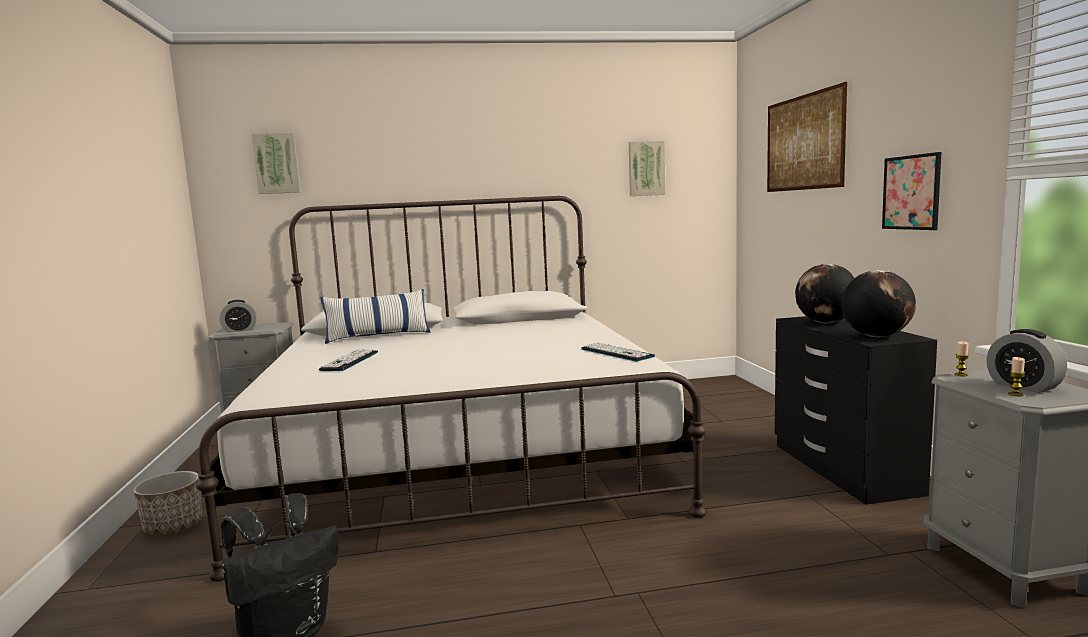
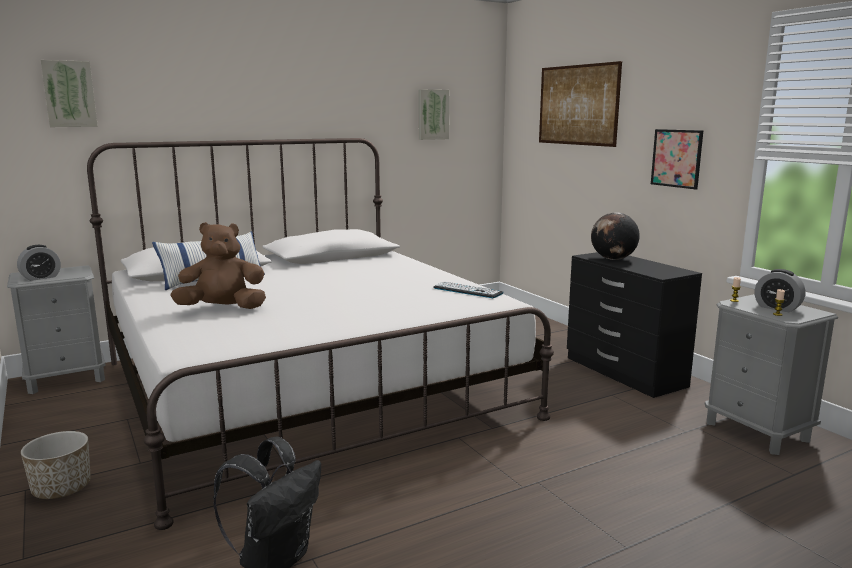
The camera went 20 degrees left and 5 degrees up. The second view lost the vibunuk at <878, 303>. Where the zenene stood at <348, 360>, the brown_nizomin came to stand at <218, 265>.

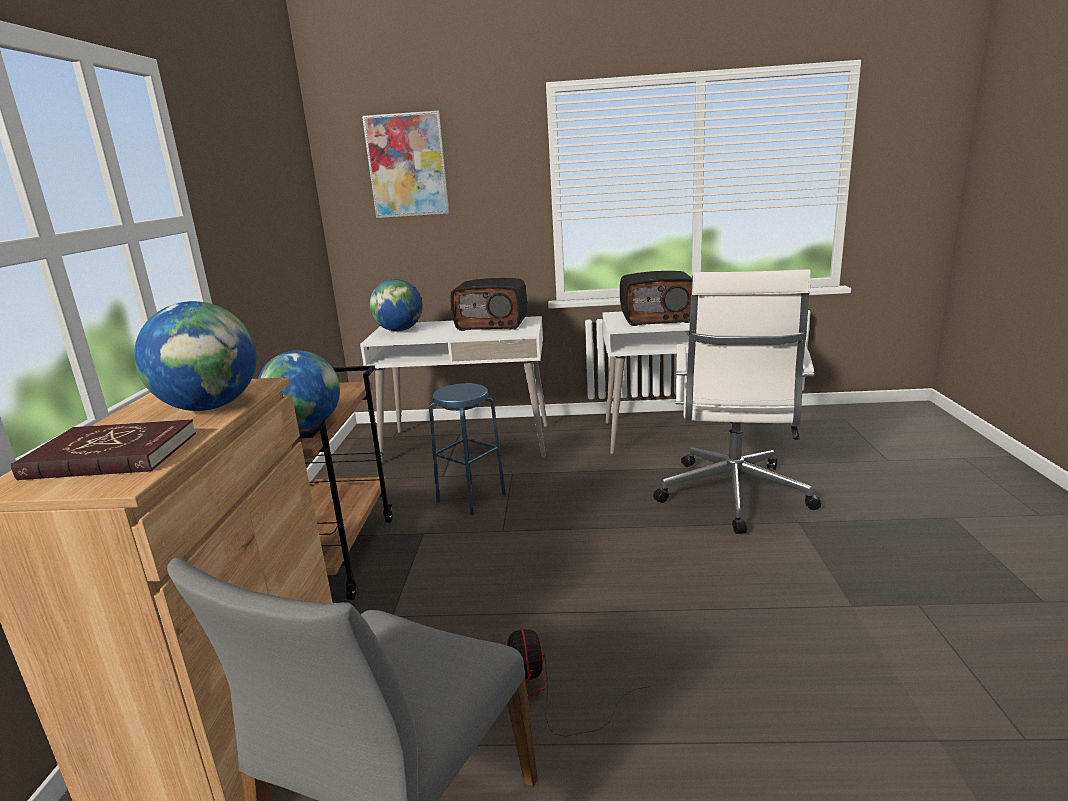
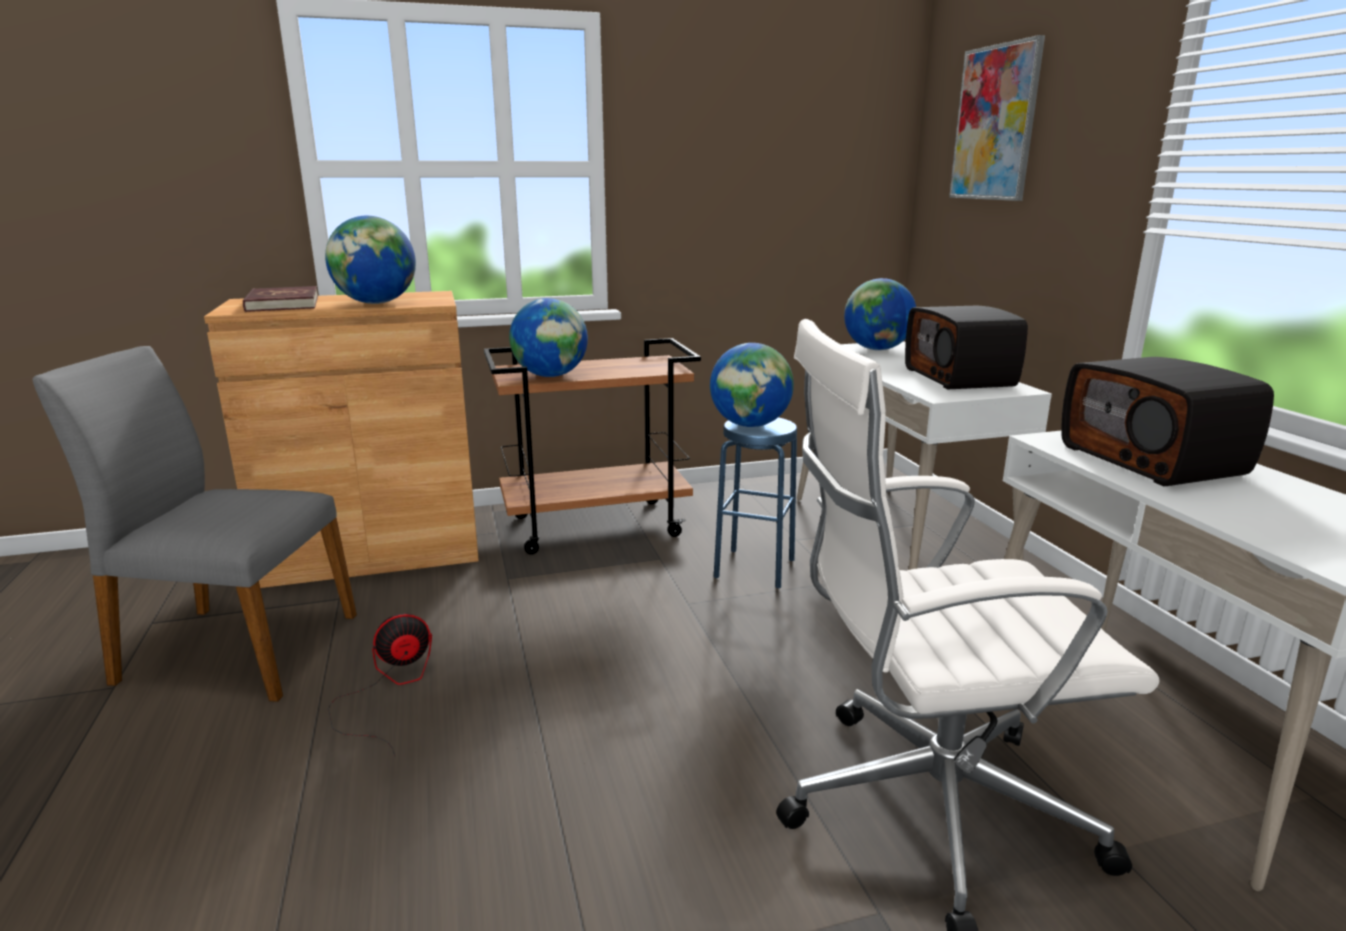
The camera went 70 degrees right and 0 degrees up. The second view gained the vibunuk at <752, 385>.

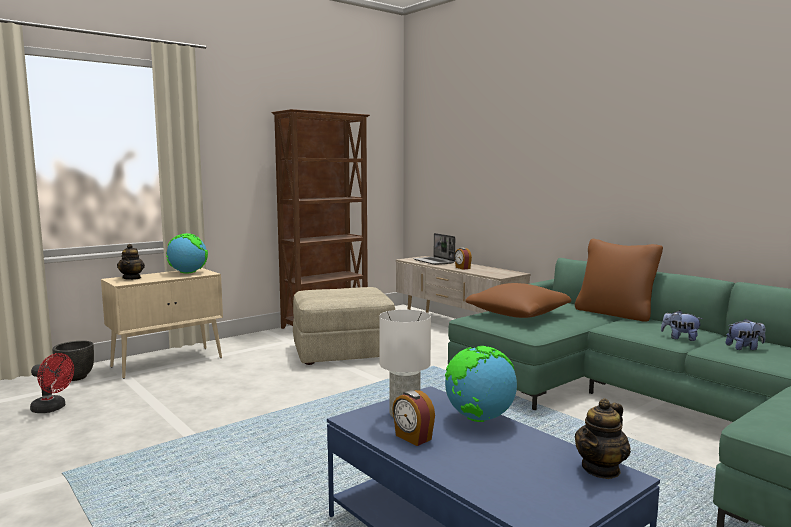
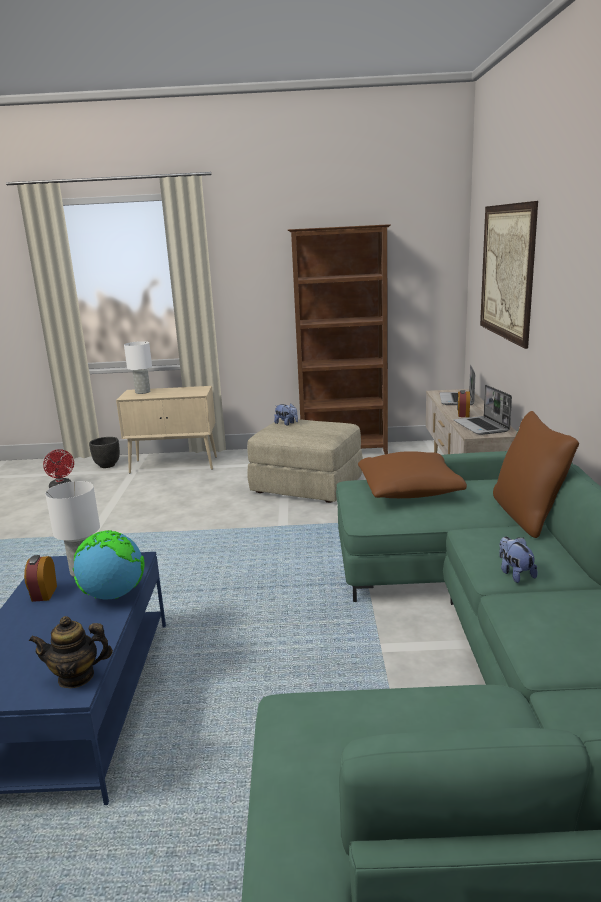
The camera went 40 degrees right and 10 degrees up. The second view lost the vibunuk at <187, 253>. Where the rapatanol stood at <131, 262>, the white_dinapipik came to stand at <138, 367>. The nizomin ended up elsewhere, having gone from <746, 334> to <286, 414>. The second view gained the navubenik at <509, 275>. The second view gained the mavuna at <482, 410>.

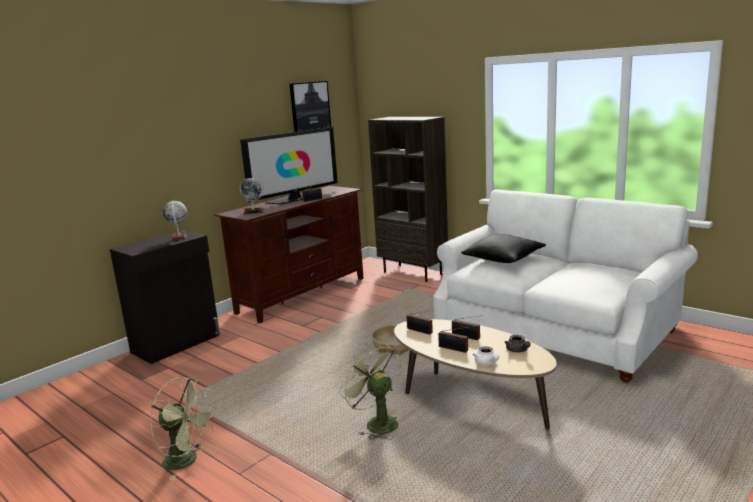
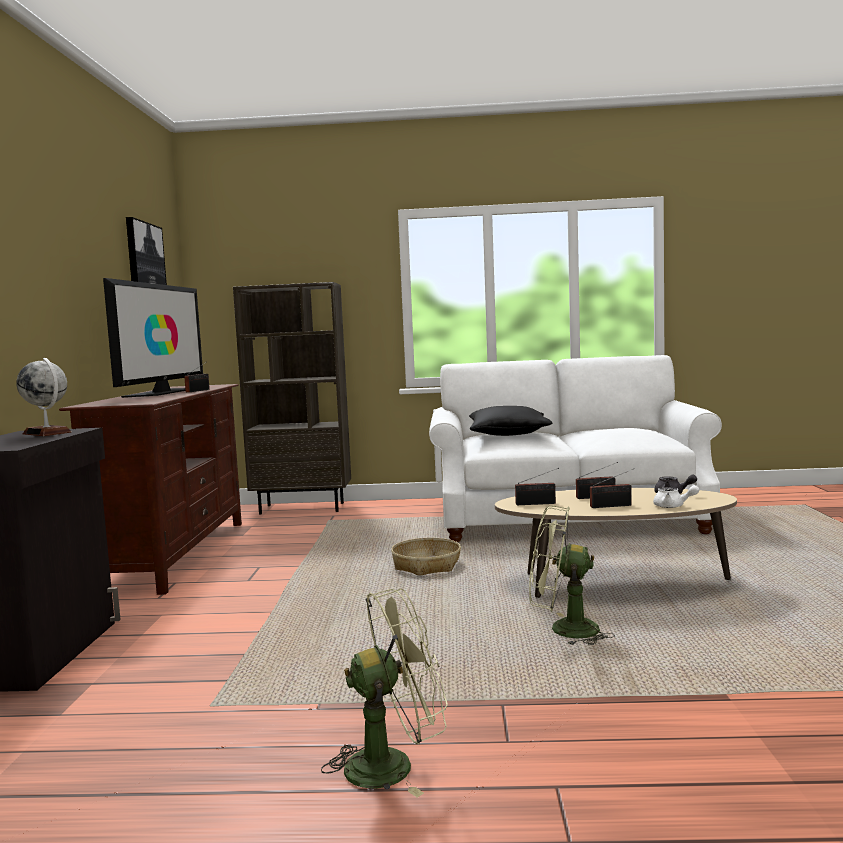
The camera went 40 degrees left and 10 degrees down. The second view lost the vibunuk at <252, 196>.

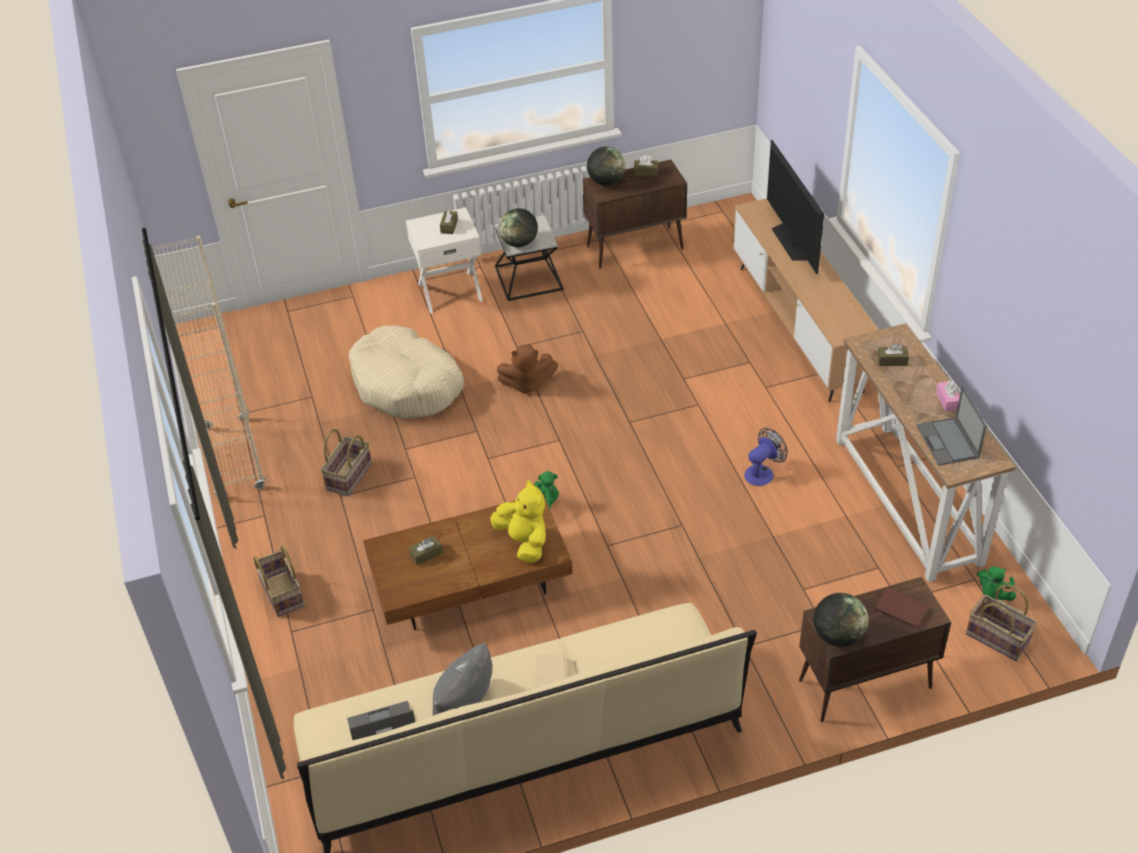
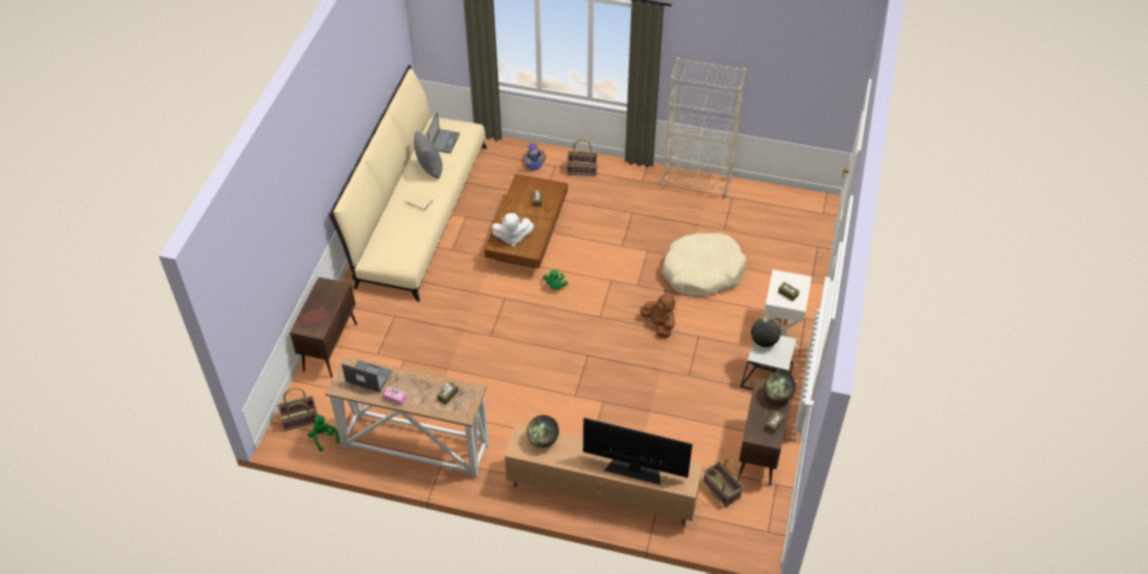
The camera went 120 degrees right and 5 degrees up. The brown_nizomin at <527, 370> ended up facing another way, 120 degrees clockwise from before. The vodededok ended up elsewhere, having gone from <766, 457> to <534, 157>. The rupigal ended up elsewhere, having gone from <346, 462> to <723, 483>. What was the yellow_nizomin at <518, 521> turned into the white_nizomin at <513, 230>. The vibunuk ended up elsewhere, having gone from <841, 620> to <543, 431>.

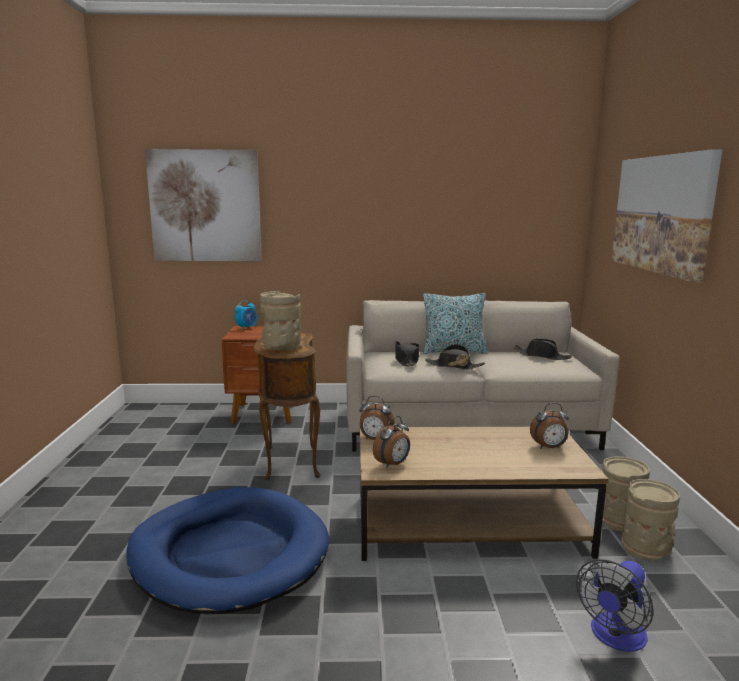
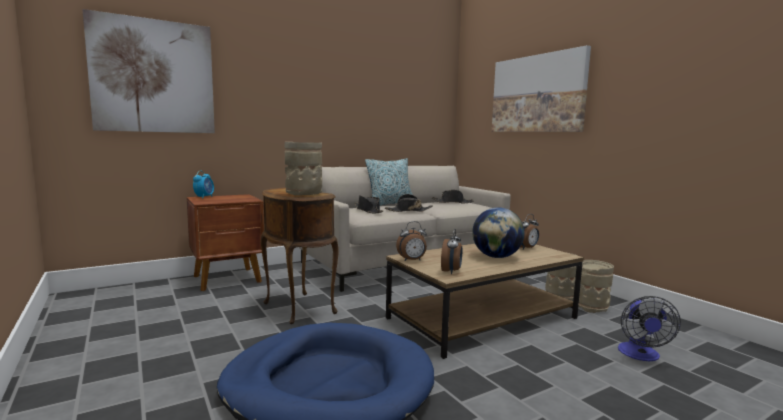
The camera went 30 degrees left and 5 degrees down. The second view gained the vibunuk at <498, 232>.

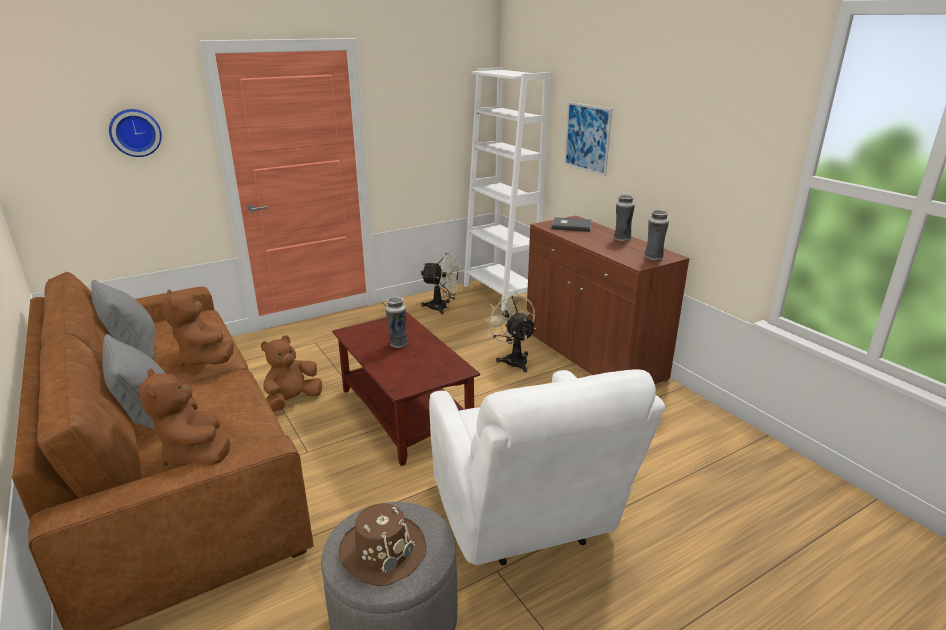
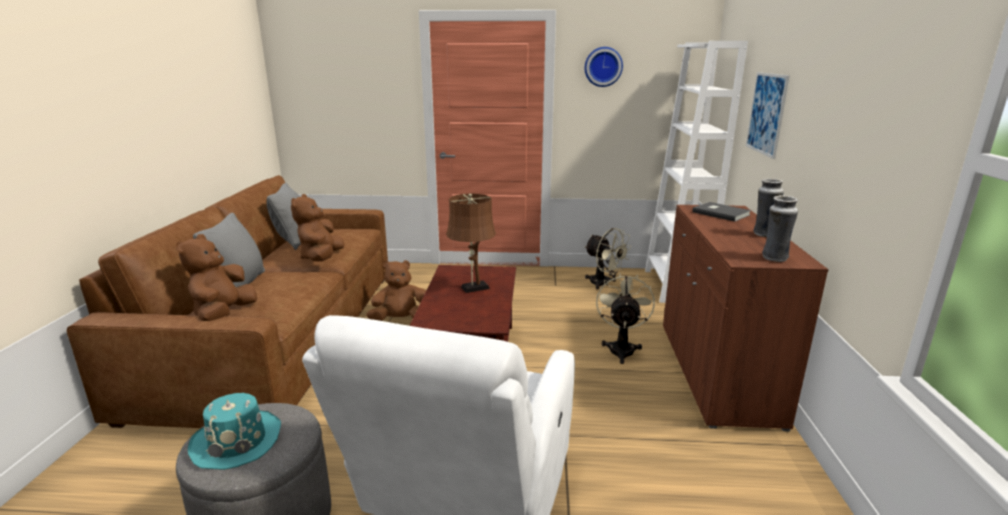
The camera went 35 degrees right and 5 degrees down. The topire ended up elsewhere, having gone from <135, 133> to <604, 67>. Where the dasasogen stood at <397, 322>, the brown_dinapipik came to stand at <471, 243>. What was the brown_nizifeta at <383, 544> turned into the turquoise_nizifeta at <234, 431>.

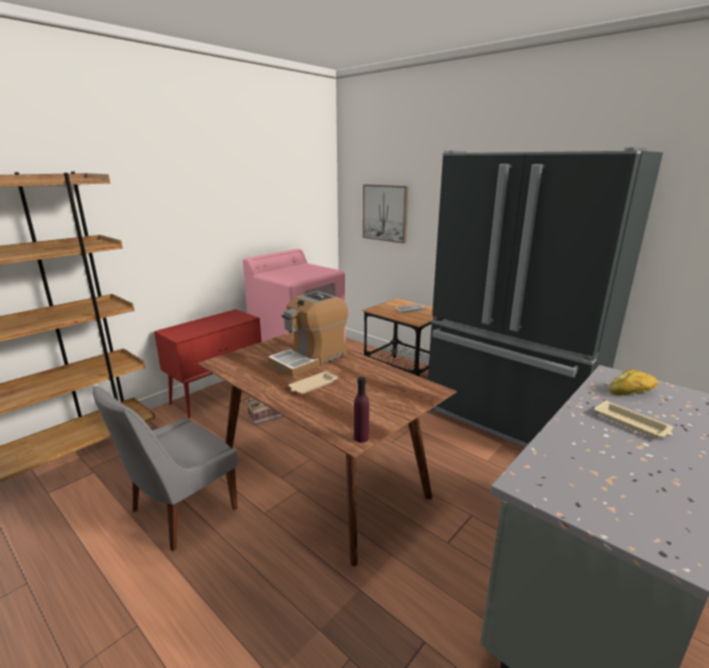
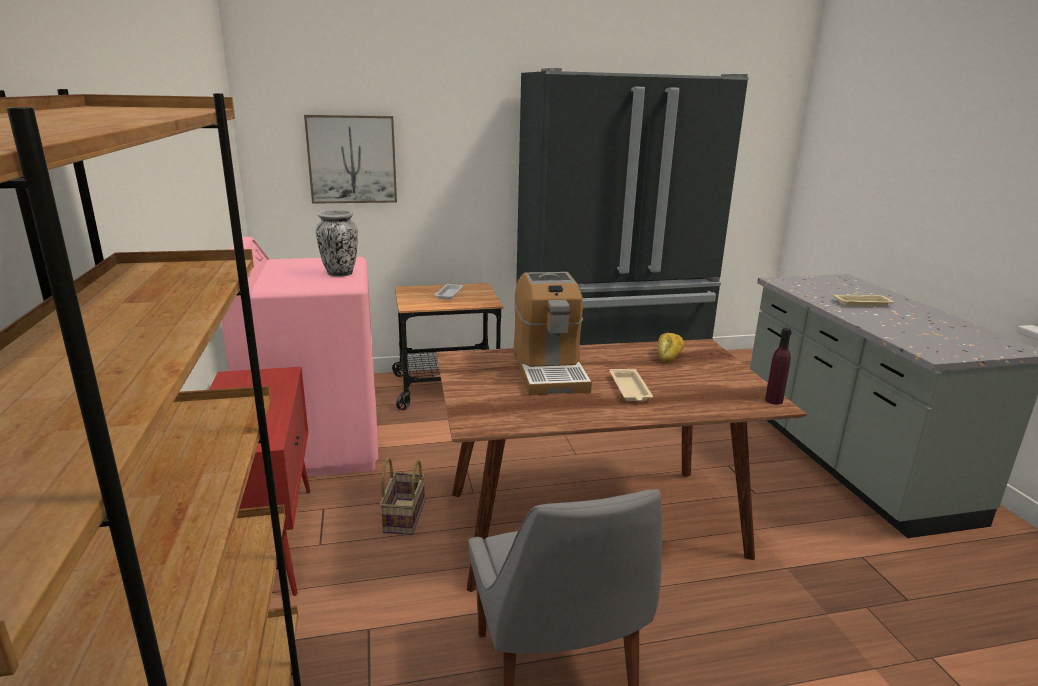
The camera went 55 degrees left and 0 degrees up. The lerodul ended up elsewhere, having gone from <634, 382> to <671, 347>. The second view gained the dasasogen at <337, 243>.

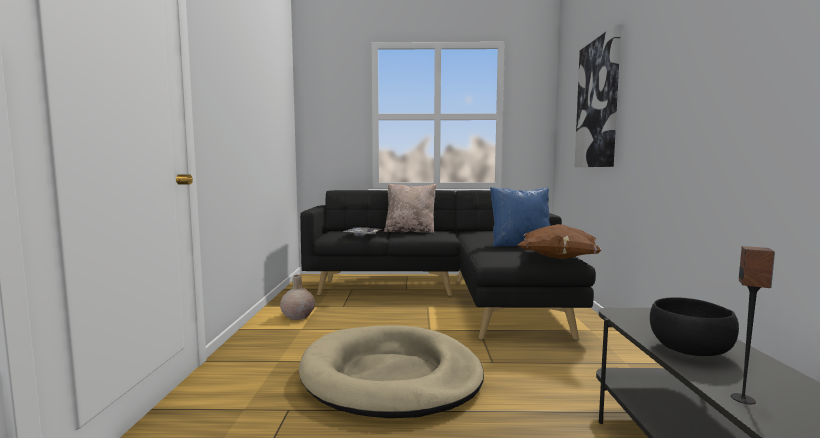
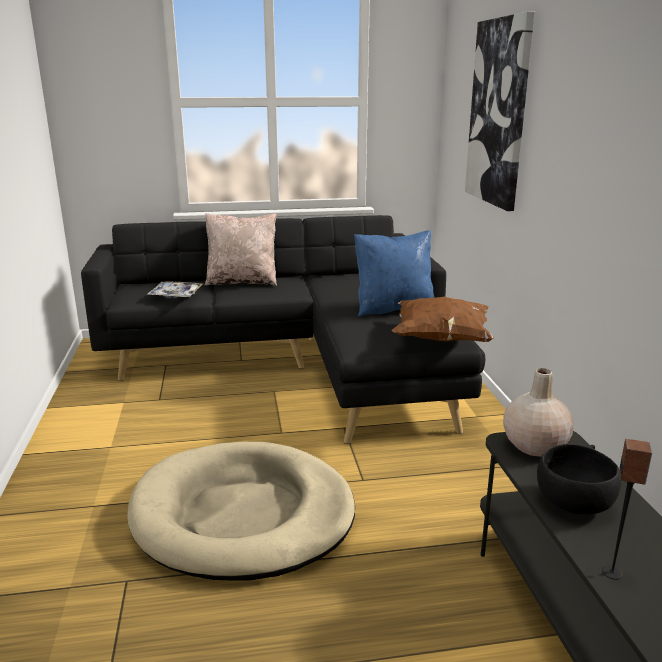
The camera went 10 degrees left and 15 degrees up. The beige_dasasogen ended up elsewhere, having gone from <297, 297> to <538, 412>.

